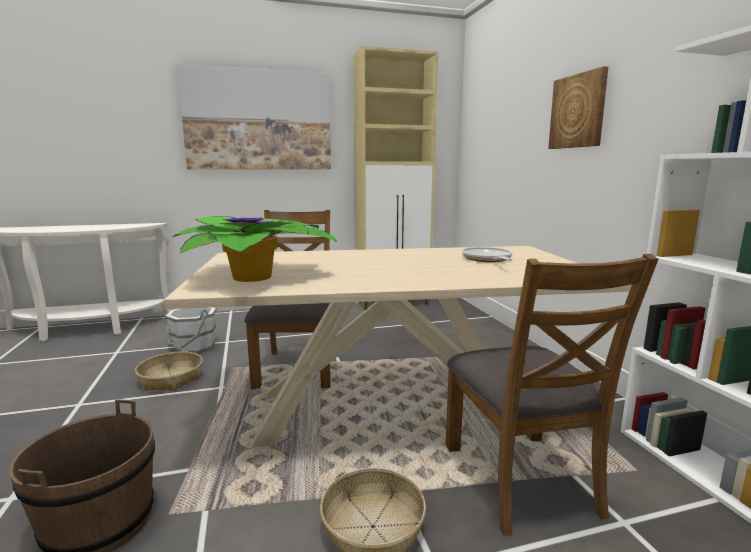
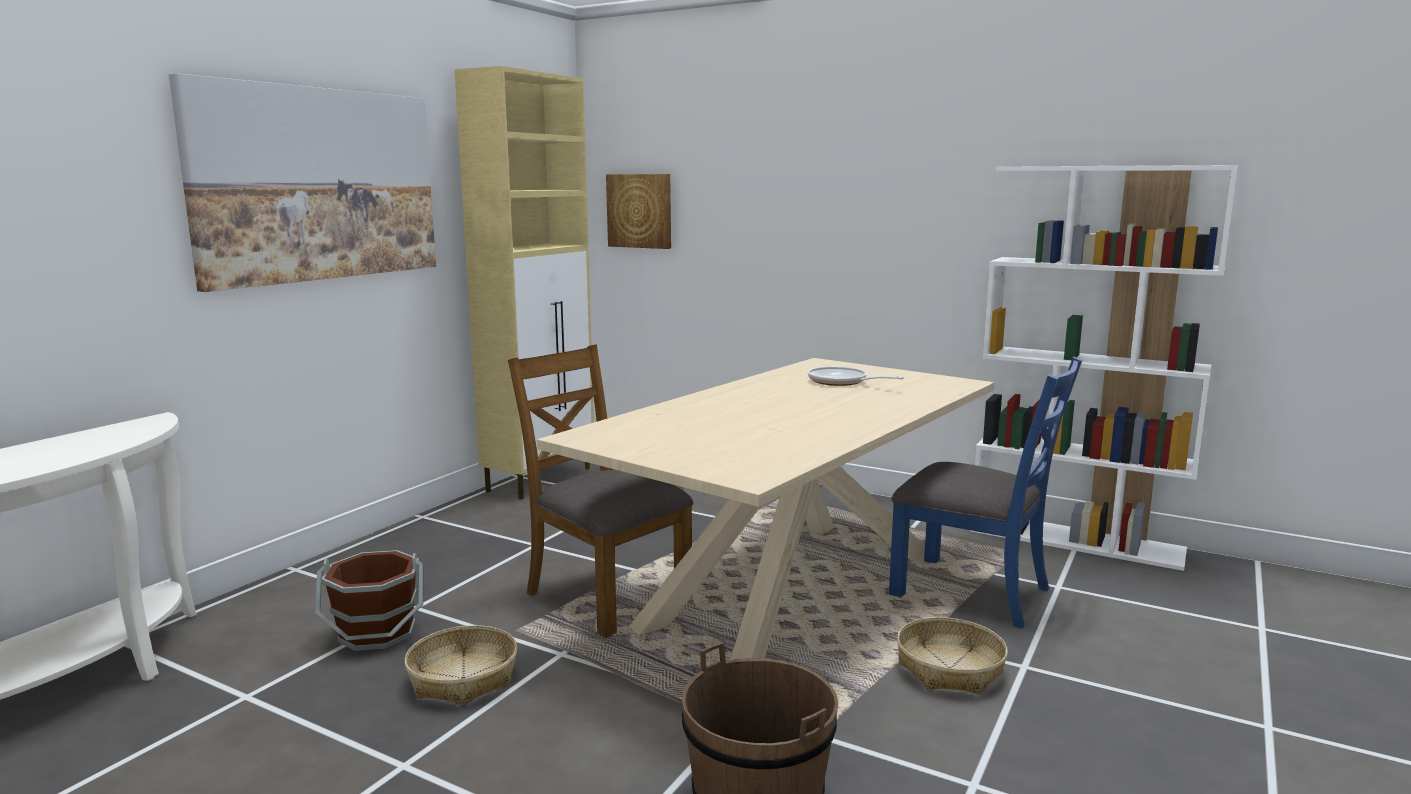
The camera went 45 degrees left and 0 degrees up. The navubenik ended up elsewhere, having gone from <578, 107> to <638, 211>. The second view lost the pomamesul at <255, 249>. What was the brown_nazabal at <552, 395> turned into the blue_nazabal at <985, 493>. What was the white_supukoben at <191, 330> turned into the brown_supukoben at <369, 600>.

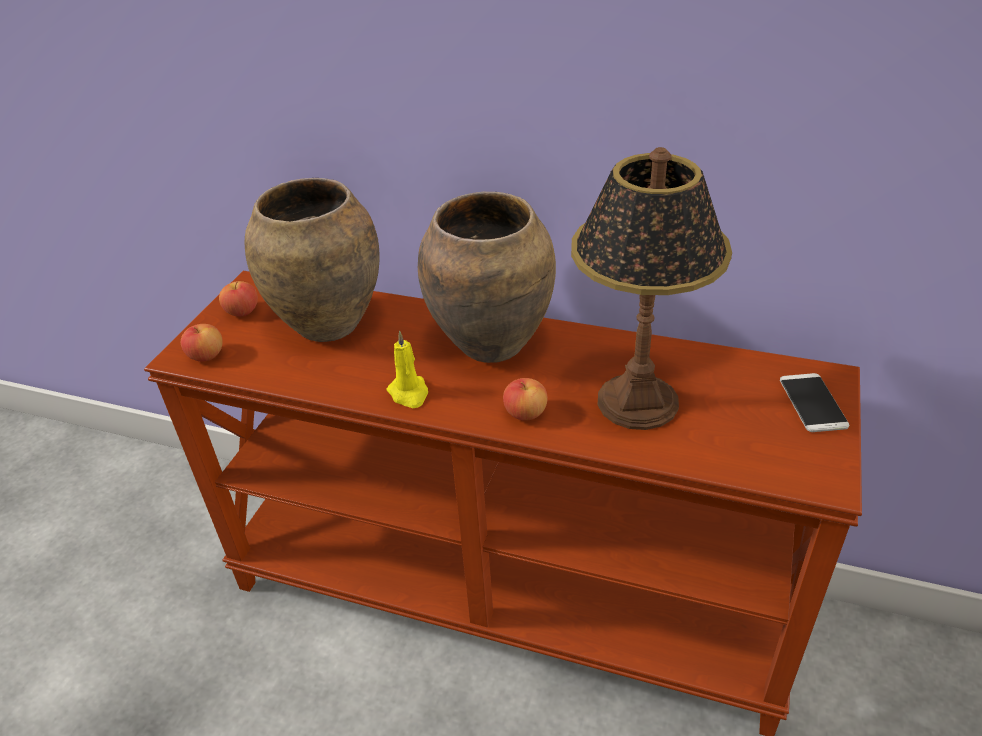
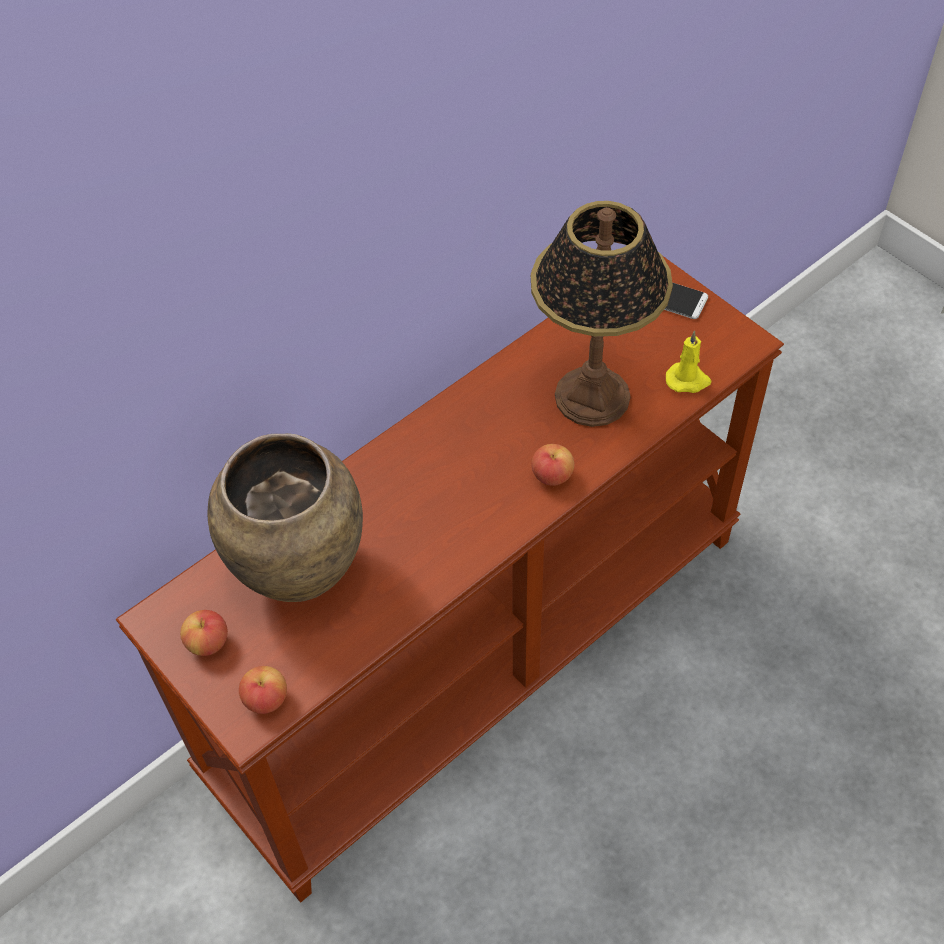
The camera went 60 degrees left and 15 degrees up. The second view lost the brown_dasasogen at <487, 277>. The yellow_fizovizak ended up elsewhere, having gone from <407, 369> to <689, 362>.

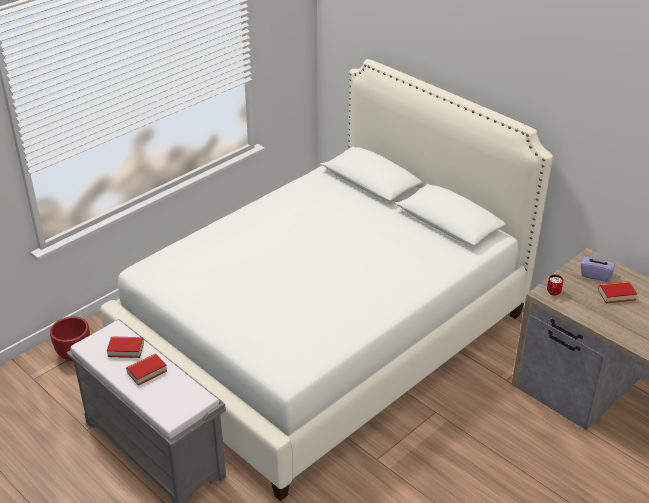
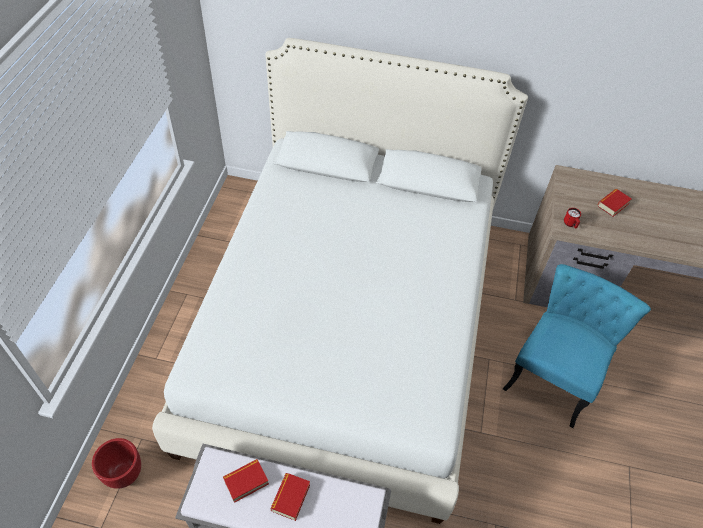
The camera went 35 degrees left and 15 degrees up. The second view lost the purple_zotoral at <598, 267>. The second view gained the turquoise_nazabal at <577, 346>.

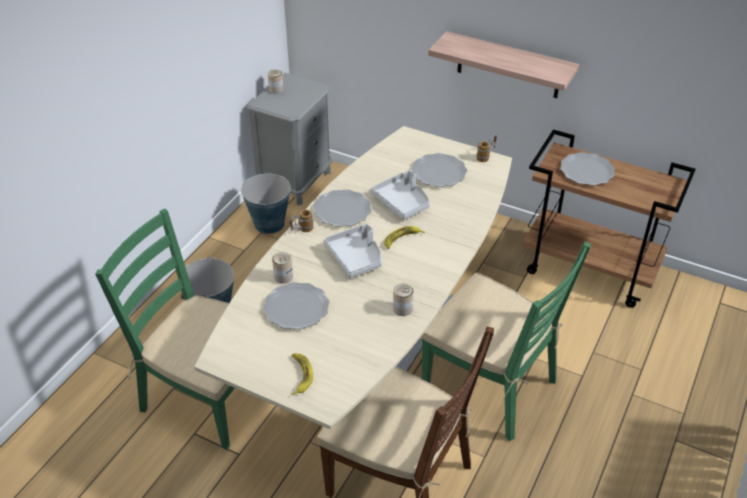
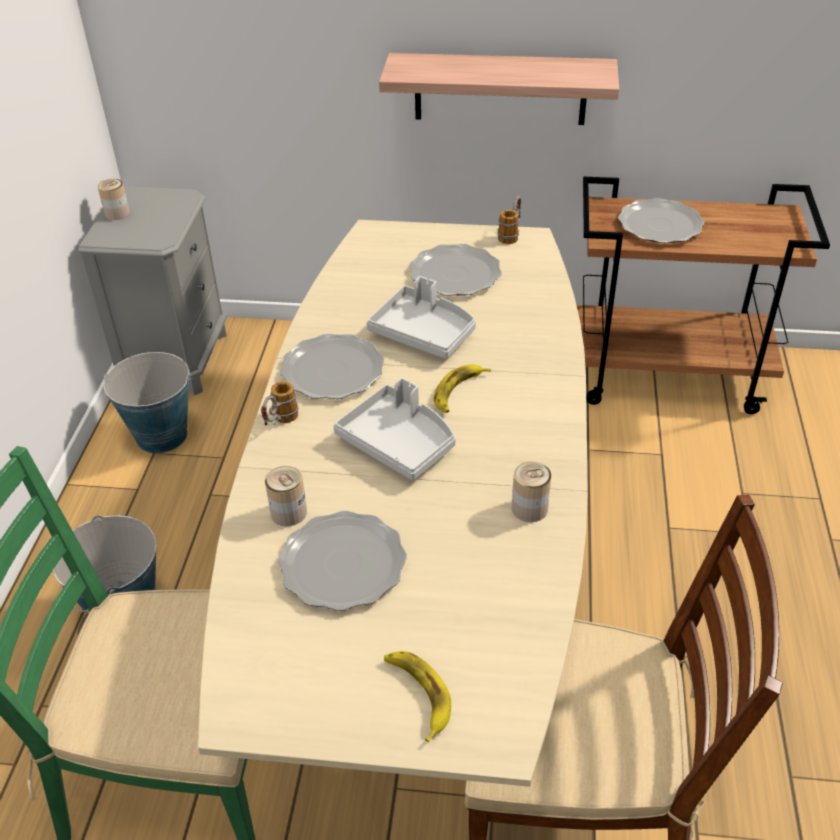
The camera went 20 degrees left and 0 degrees up. The second view lost the green_nazabal at <506, 341>.

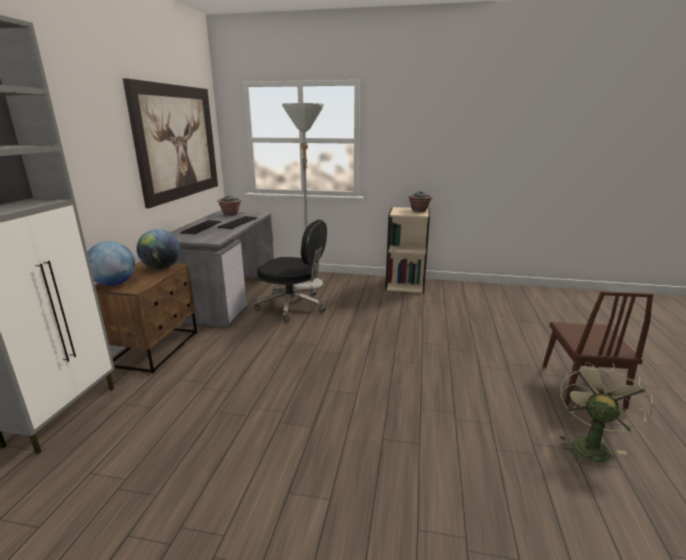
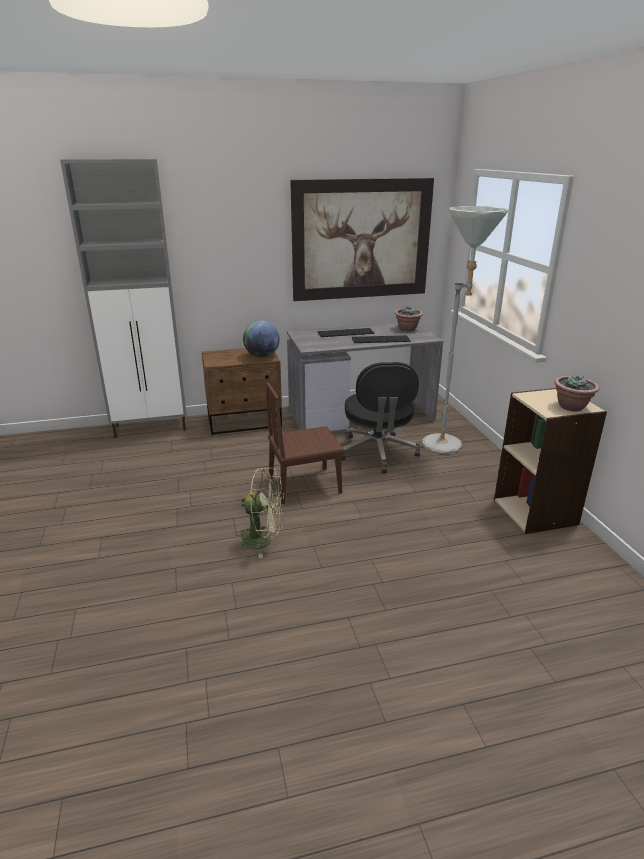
The camera went 65 degrees right and 5 degrees up. The second view lost the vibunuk at <111, 263>. The brown_nazabal ended up elsewhere, having gone from <598, 350> to <305, 443>. The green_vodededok ended up elsewhere, having gone from <606, 413> to <260, 513>.

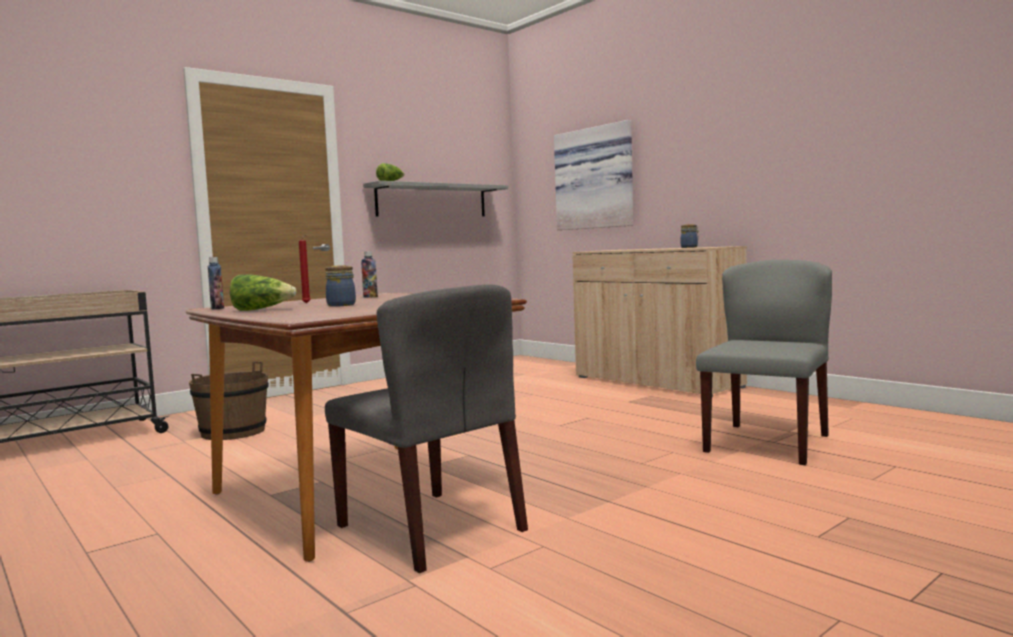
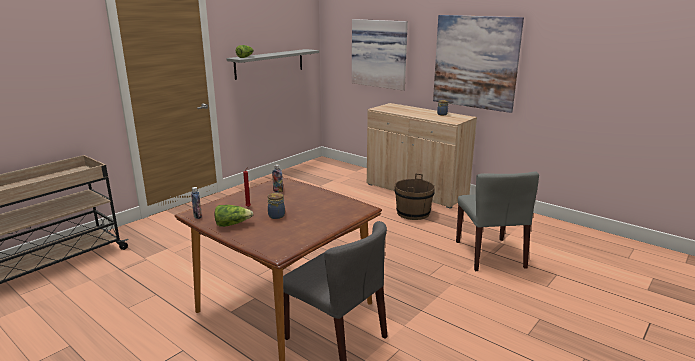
The camera went 10 degrees left and 15 degrees up. The grey_nazabal at <764, 362> ended up facing another way, 150 degrees clockwise from before. The brown_supukoben ended up elsewhere, having gone from <229, 400> to <415, 197>. The second view gained the navubenik at <478, 64>.

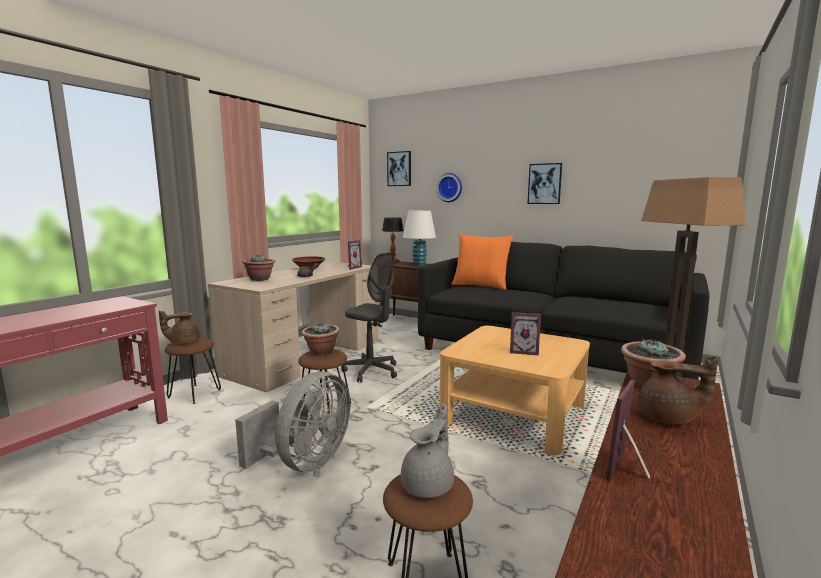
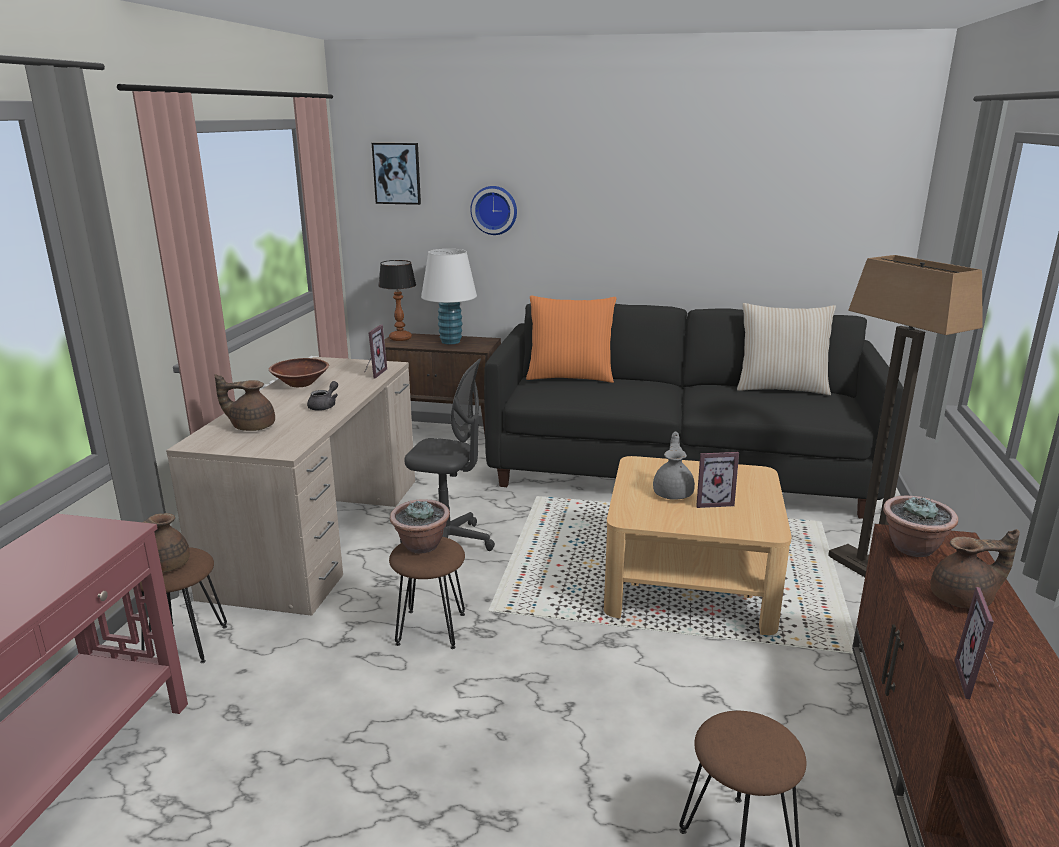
The camera went 20 degrees left and 10 degrees up. The second view lost the navubenik at <545, 183>. Where the pomamesul stood at <258, 267>, the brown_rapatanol came to stand at <244, 402>. The second view lost the grey_vodededok at <292, 421>. The grey_rapatanol ended up elsewhere, having gone from <427, 450> to <674, 465>. The second view gained the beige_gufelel at <786, 349>.

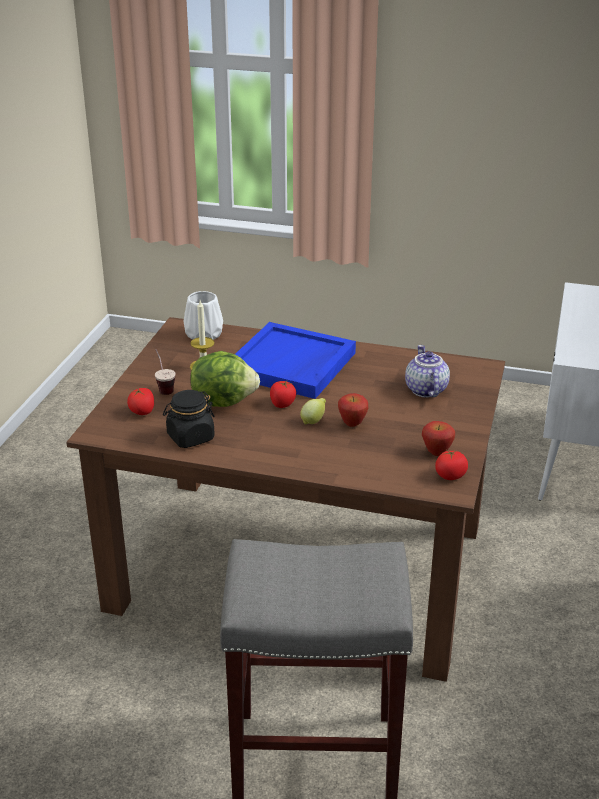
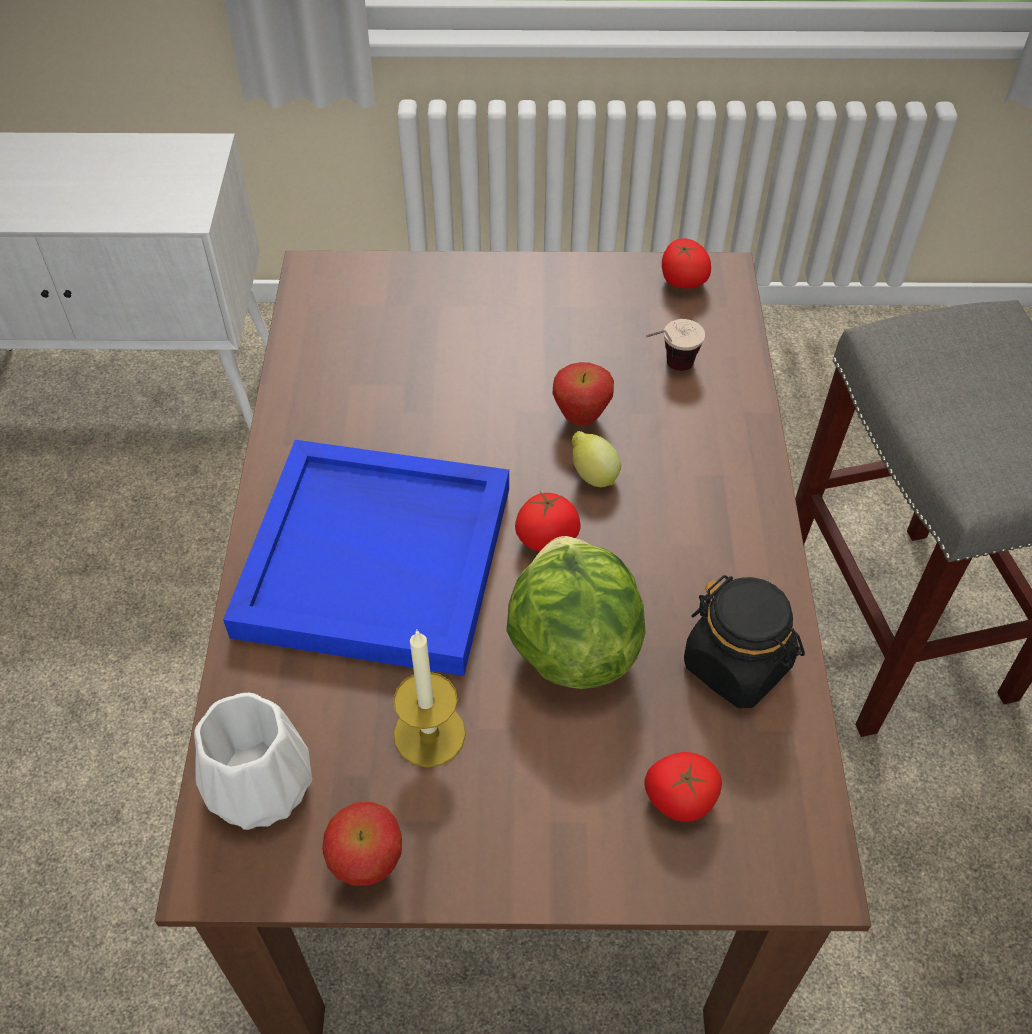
The camera went 105 degrees left and 20 degrees up. The second view lost the rapatanol at <427, 371>. The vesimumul ended up elsewhere, having gone from <165, 372> to <675, 345>. The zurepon ended up elsewhere, having gone from <438, 438> to <362, 844>.

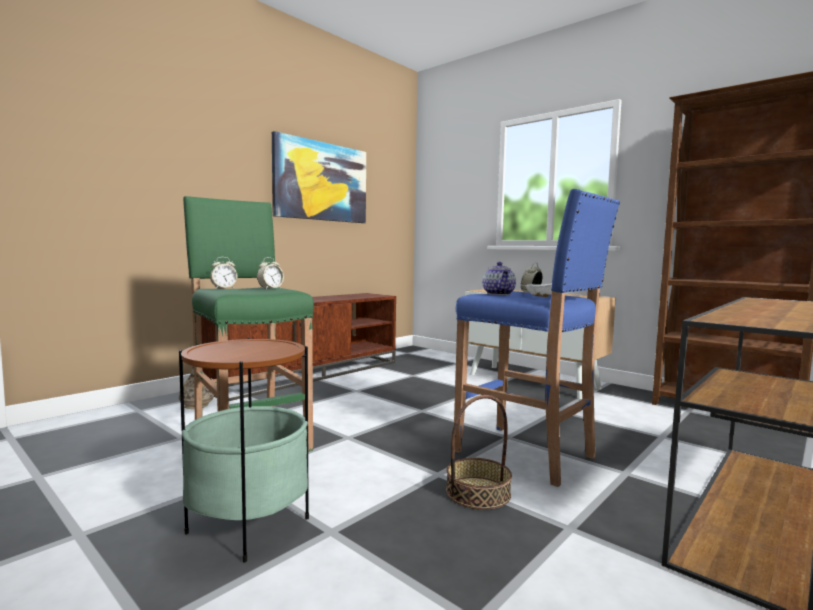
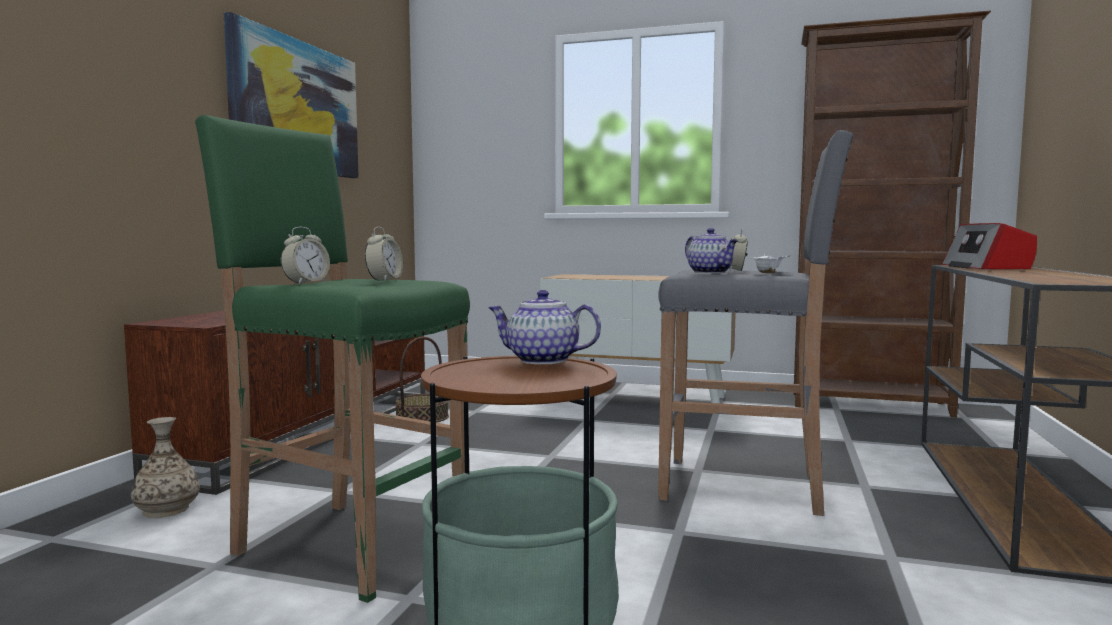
The camera went 25 degrees left and 0 degrees up. What was the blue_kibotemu at <537, 338> turned into the grey_kibotemu at <755, 323>. The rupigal ended up elsewhere, having gone from <479, 452> to <422, 380>. The second view gained the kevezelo at <989, 246>. The second view gained the rapatanol at <544, 327>.

